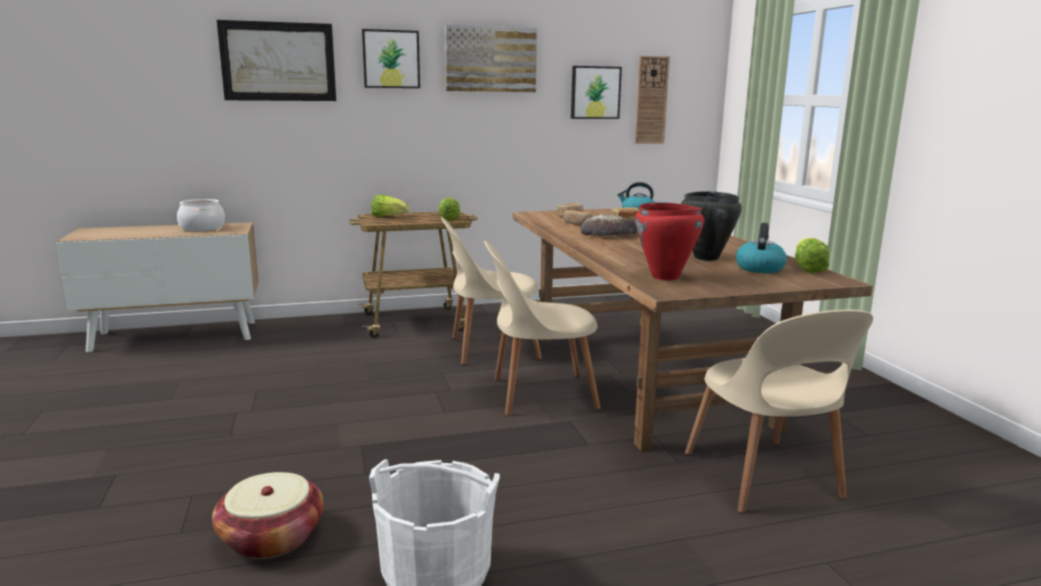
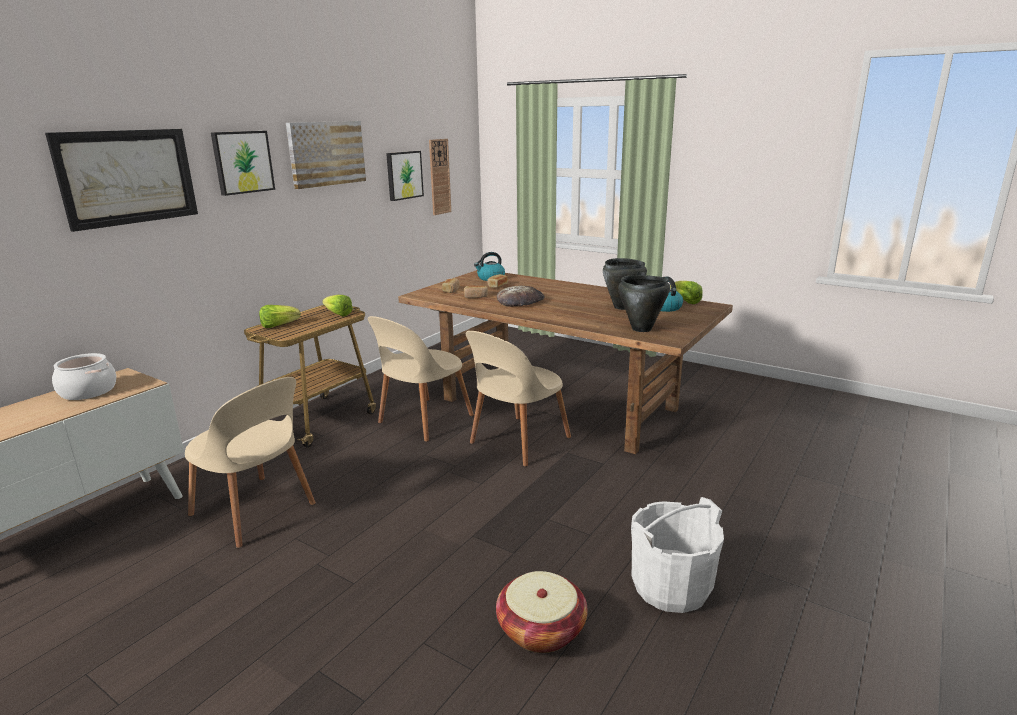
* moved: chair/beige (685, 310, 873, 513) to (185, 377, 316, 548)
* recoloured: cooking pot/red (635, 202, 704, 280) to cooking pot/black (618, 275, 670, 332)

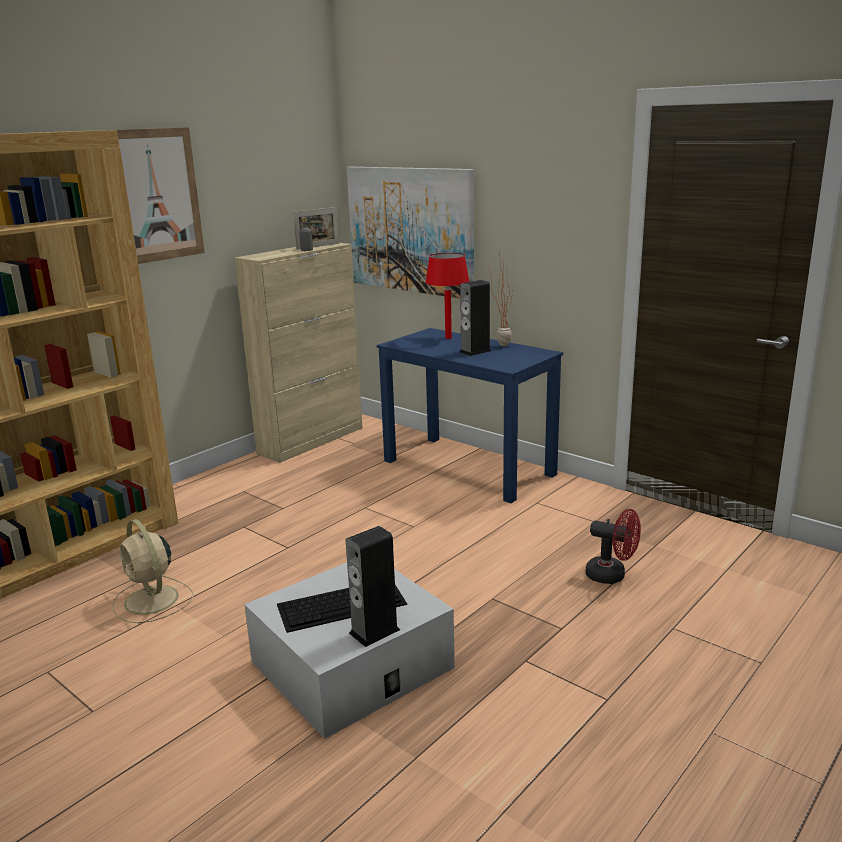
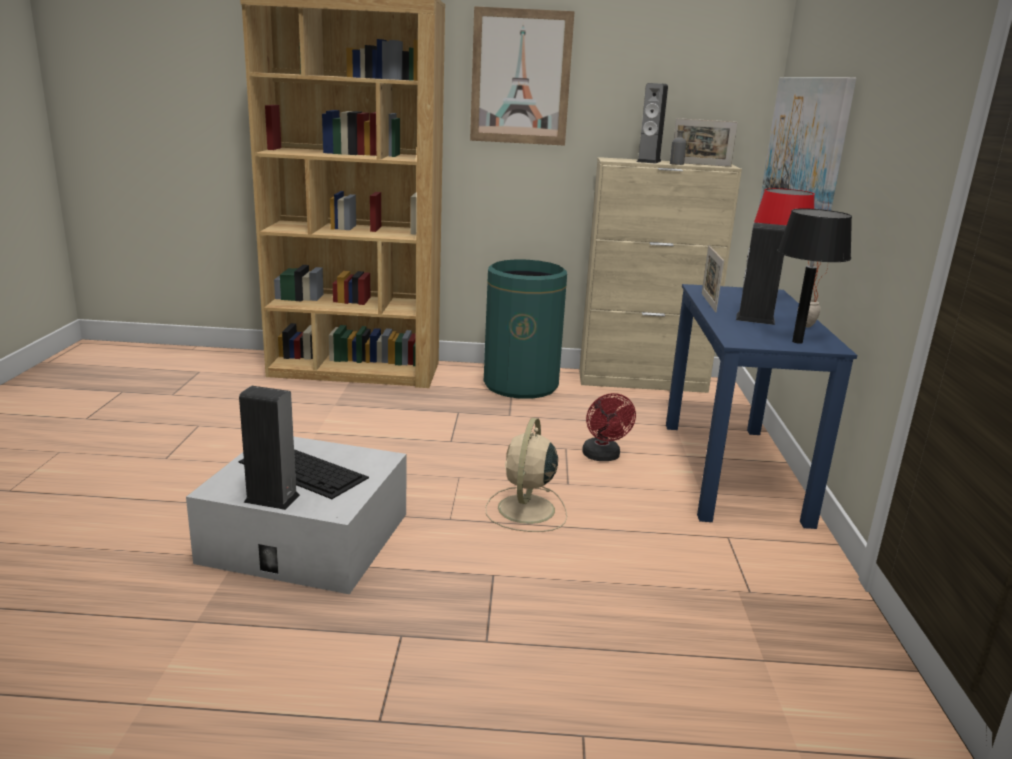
* added: trash can/green (484, 259, 567, 399)
* added: speaker (637, 83, 668, 164)
* added: picture frame (702, 246, 724, 312)
* added: table lamp/black (777, 209, 852, 344)
* moved: fan/beige (113, 519, 194, 623) to (486, 418, 567, 532)
* moved: fan/red (585, 509, 641, 584) to (582, 393, 636, 461)

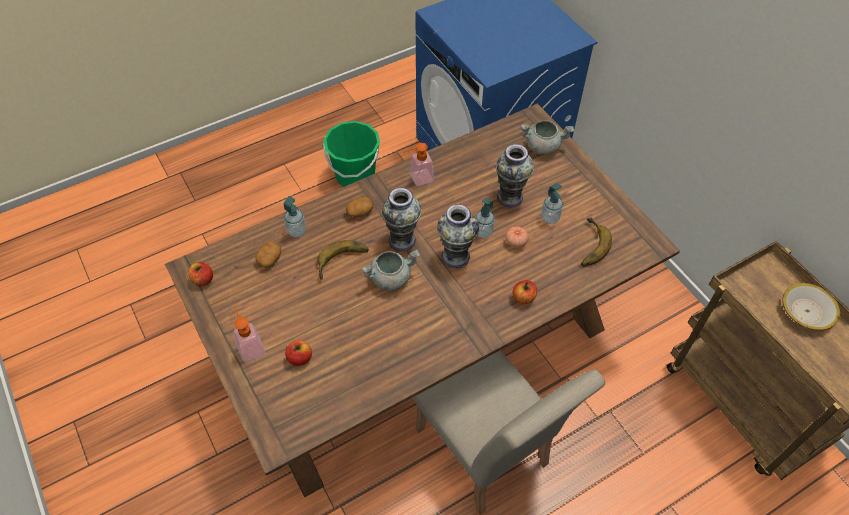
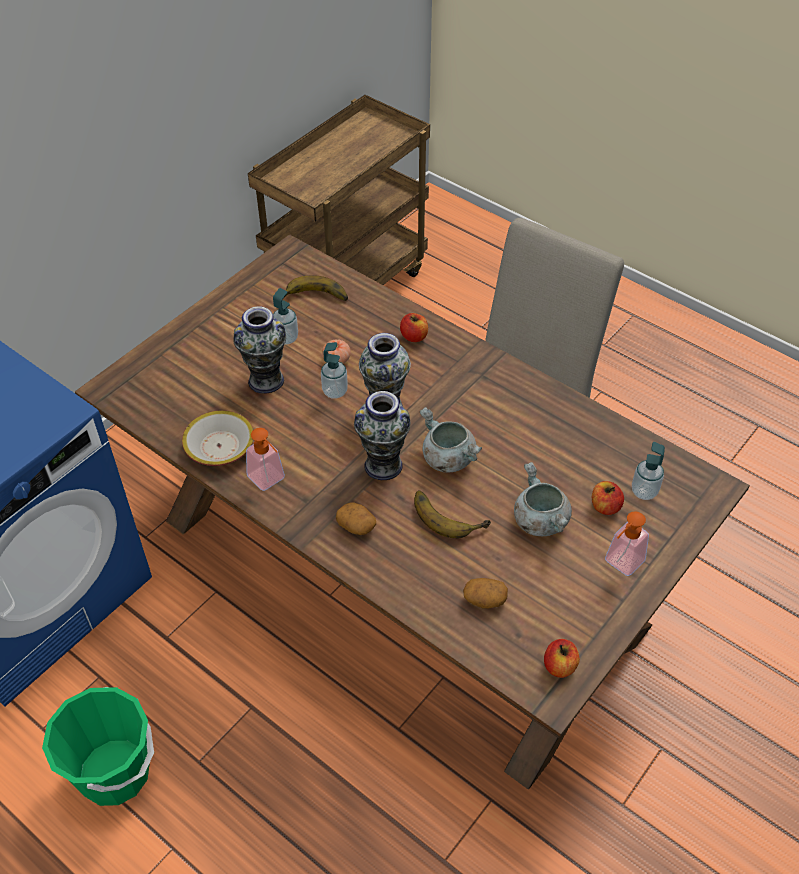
* moved: soap dispenser (284, 196, 306, 237) to (632, 442, 665, 500)
* moved: cooking pot/grey (521, 120, 574, 155) to (514, 462, 572, 536)
* moved: bowl (782, 283, 840, 331) to (182, 410, 254, 466)

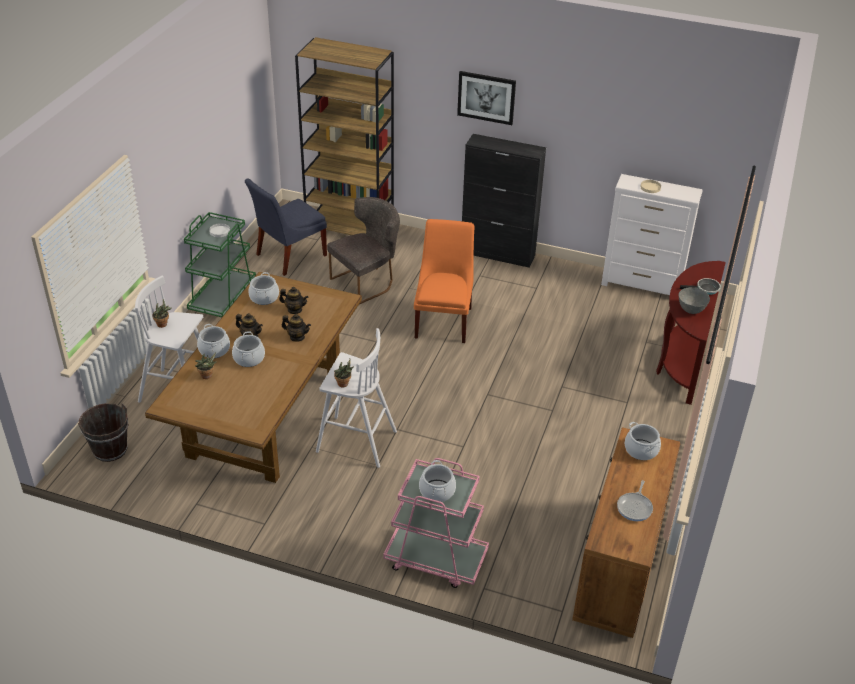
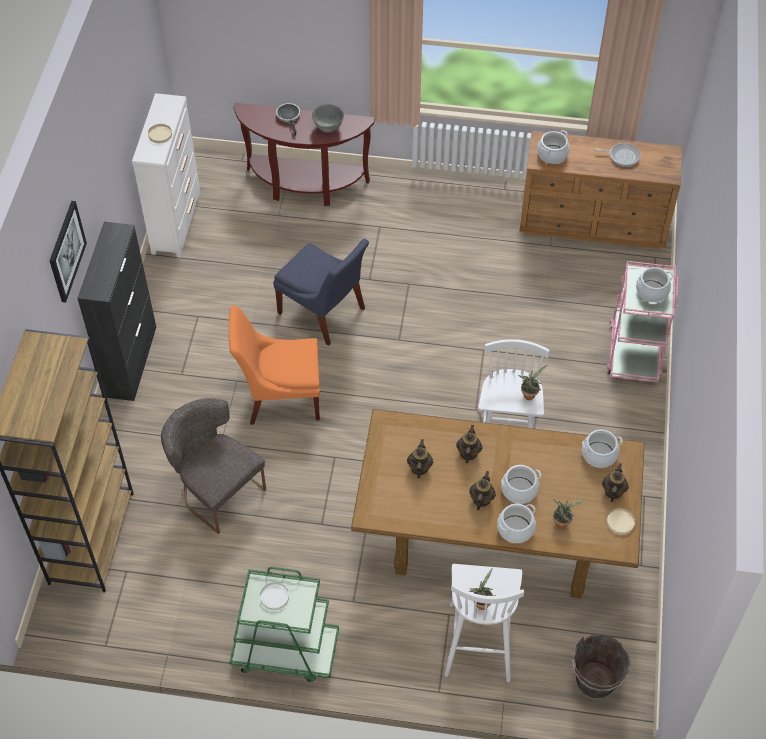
* added: teapot (602, 463, 629, 502)
* added: plate/beige (607, 508, 635, 535)
* moved: chair/blue (245, 178, 327, 276) to (273, 239, 369, 346)
* moved: cooking pot (248, 272, 279, 305) to (582, 429, 623, 468)

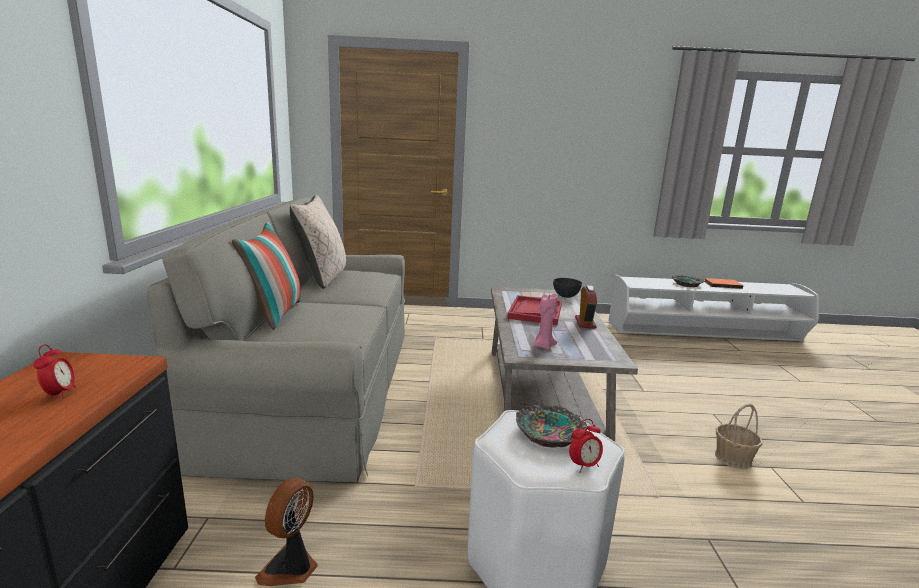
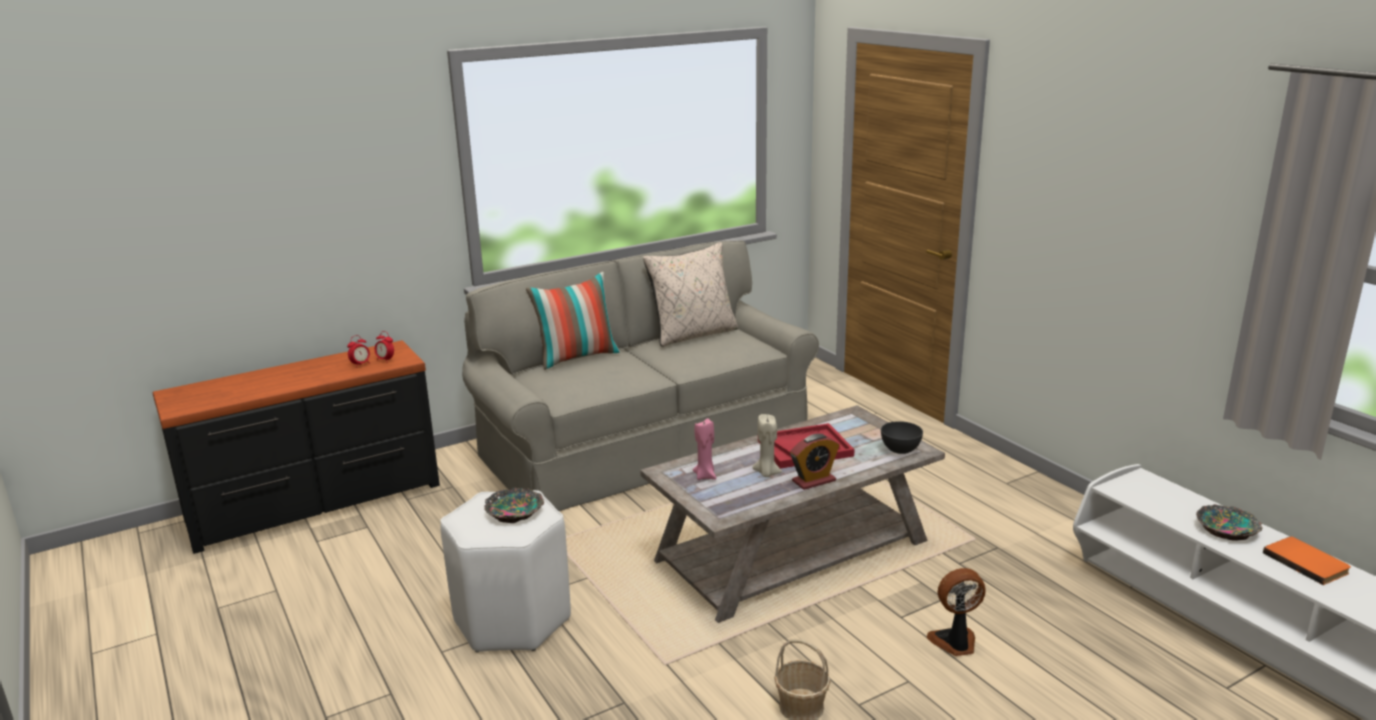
* added: candle/beige (752, 414, 782, 477)
* moved: fan (255, 478, 318, 586) to (927, 568, 986, 656)
* moved: alarm clock (569, 419, 603, 473) to (375, 331, 394, 363)

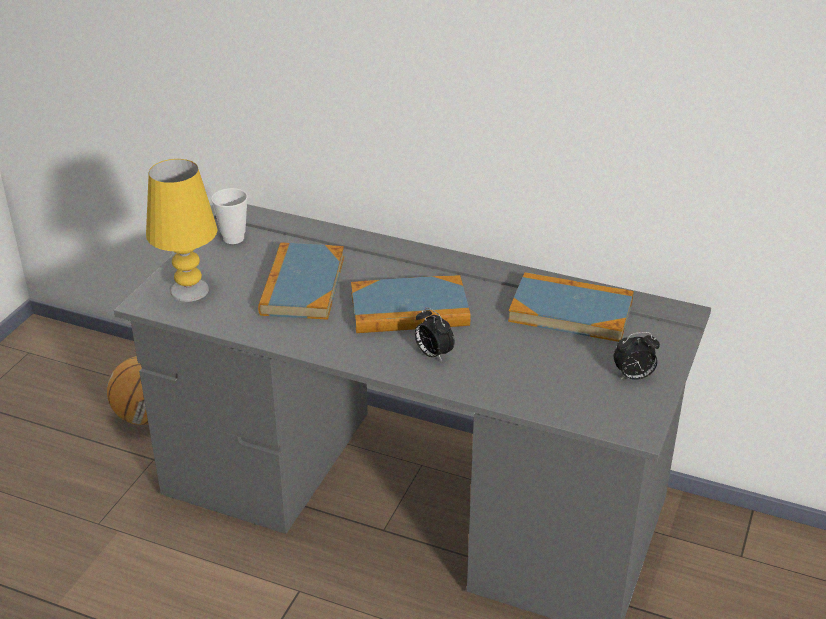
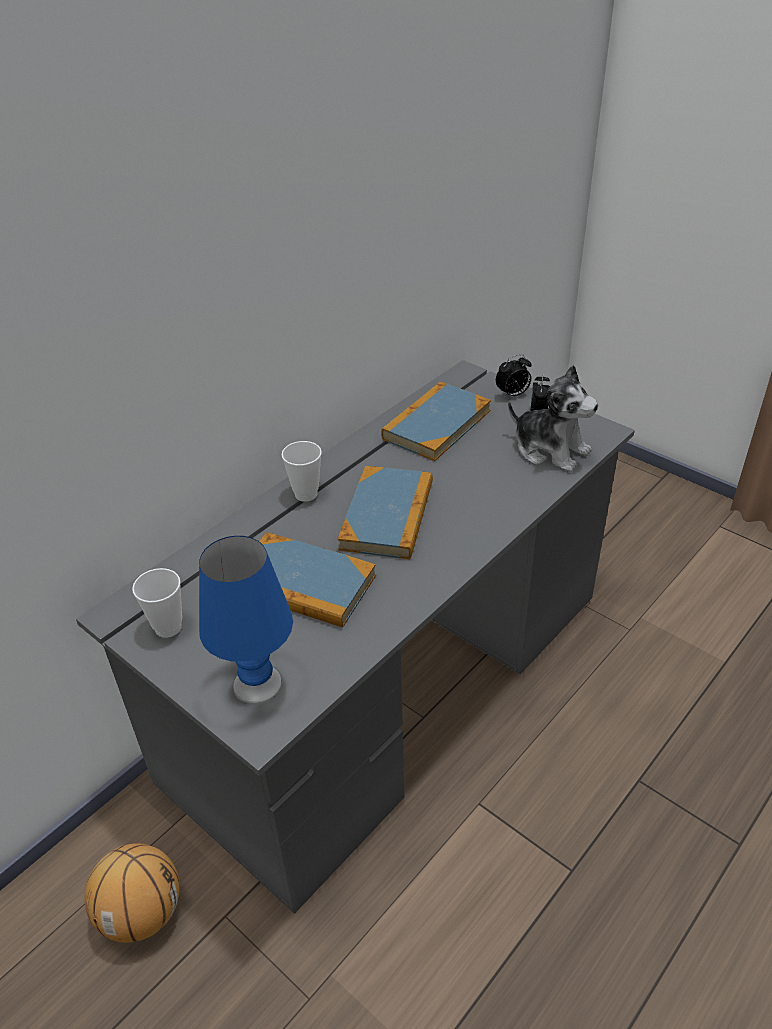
* added: cup (282, 441, 322, 502)
* added: plush toy (508, 365, 598, 472)
* moved: alarm clock (414, 307, 455, 362) to (496, 354, 532, 398)
* recoloured: table lamp/yellow (146, 159, 218, 302) to table lamp/blue (199, 536, 293, 705)

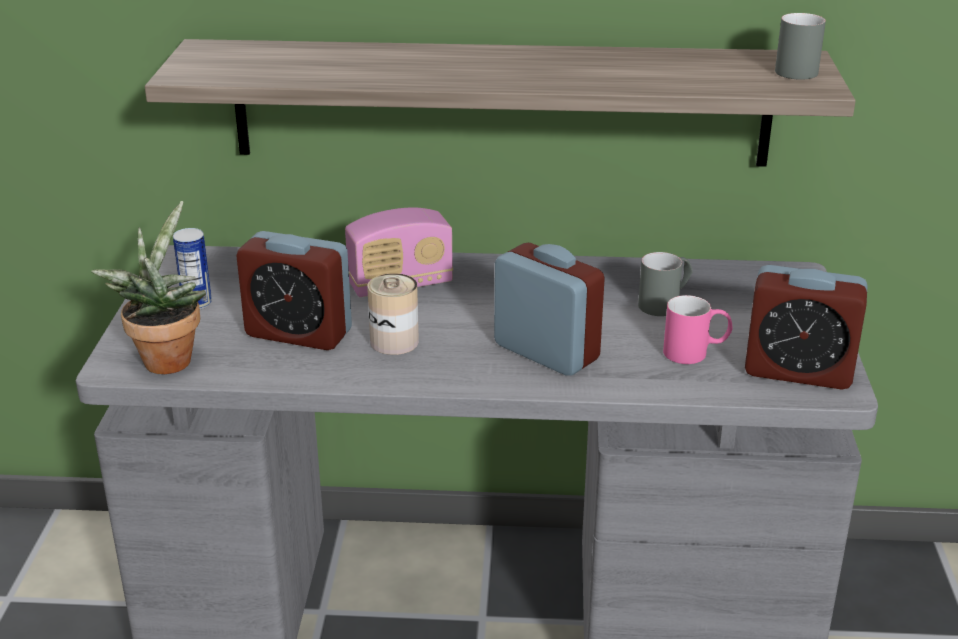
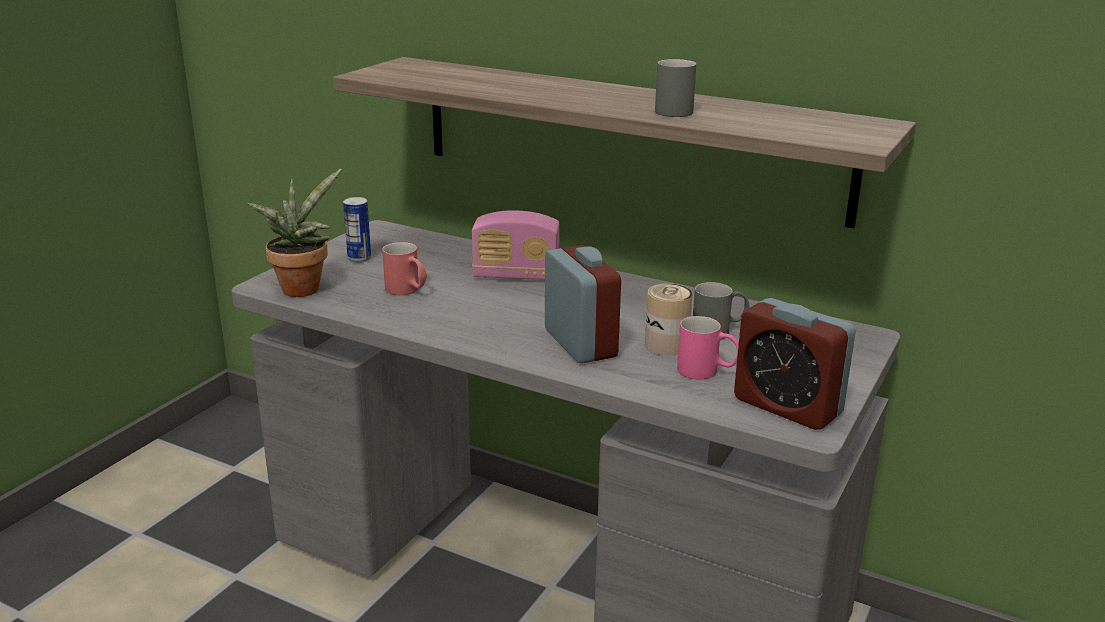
* moved: can (367, 273, 419, 355) to (645, 283, 693, 356)
* moved: mug/grey (775, 13, 826, 80) to (655, 59, 697, 117)
* replaced: alarm clock (236, 231, 352, 350) to mug/red (382, 242, 427, 295)

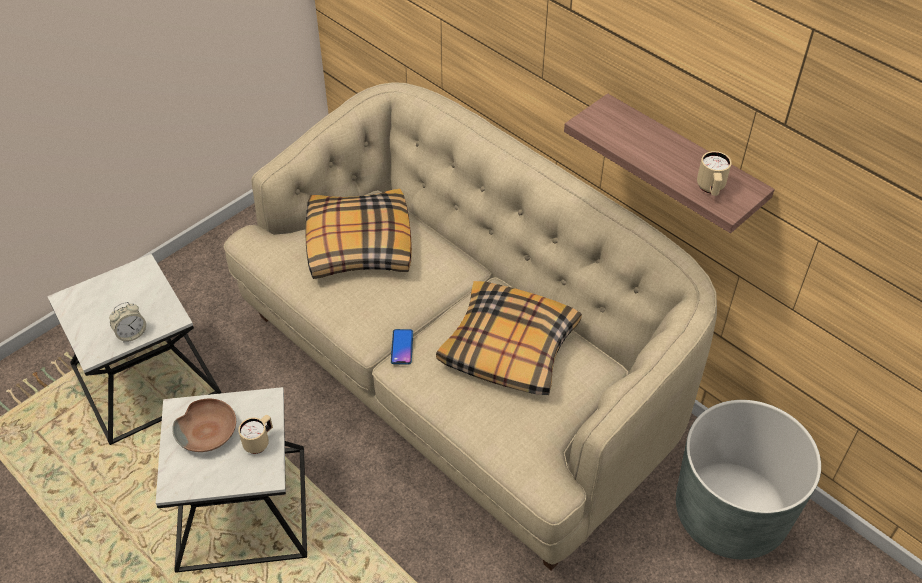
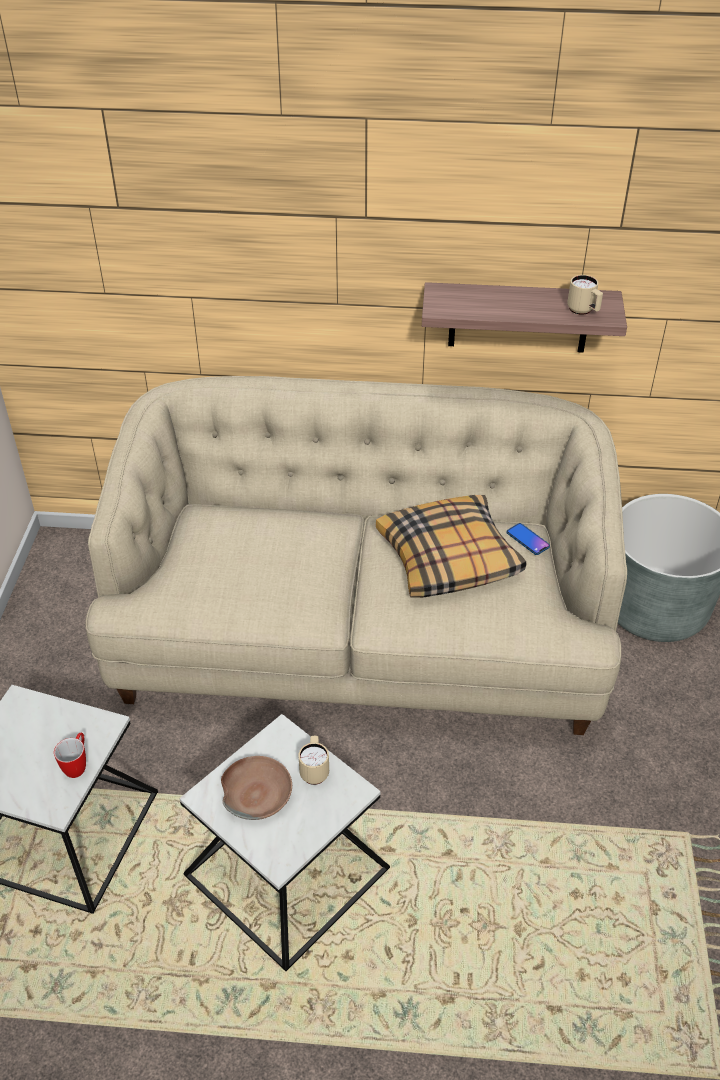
* removed: pillow (305, 189, 412, 279)
* moved: phone (391, 329, 413, 364) to (507, 523, 550, 555)
* replaced: alarm clock (109, 302, 146, 343) to mug (54, 733, 86, 778)

